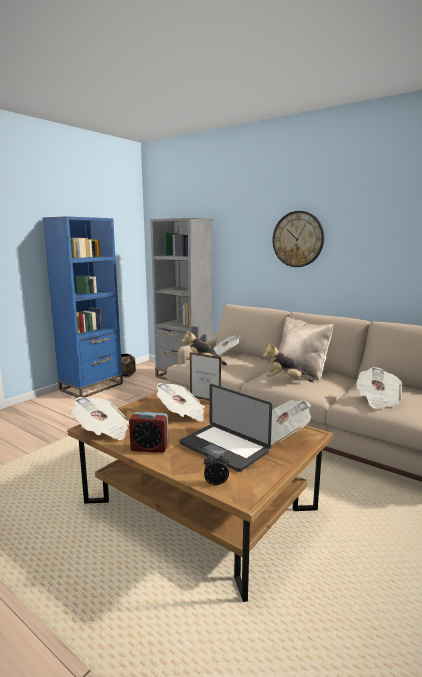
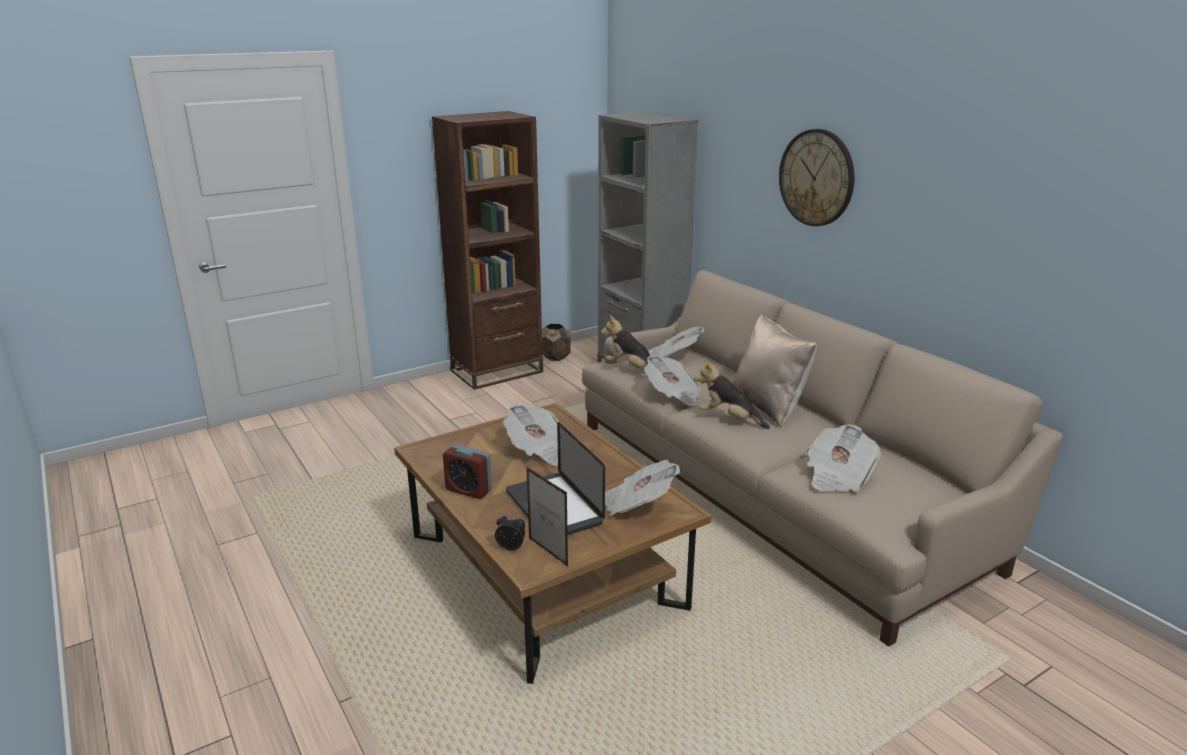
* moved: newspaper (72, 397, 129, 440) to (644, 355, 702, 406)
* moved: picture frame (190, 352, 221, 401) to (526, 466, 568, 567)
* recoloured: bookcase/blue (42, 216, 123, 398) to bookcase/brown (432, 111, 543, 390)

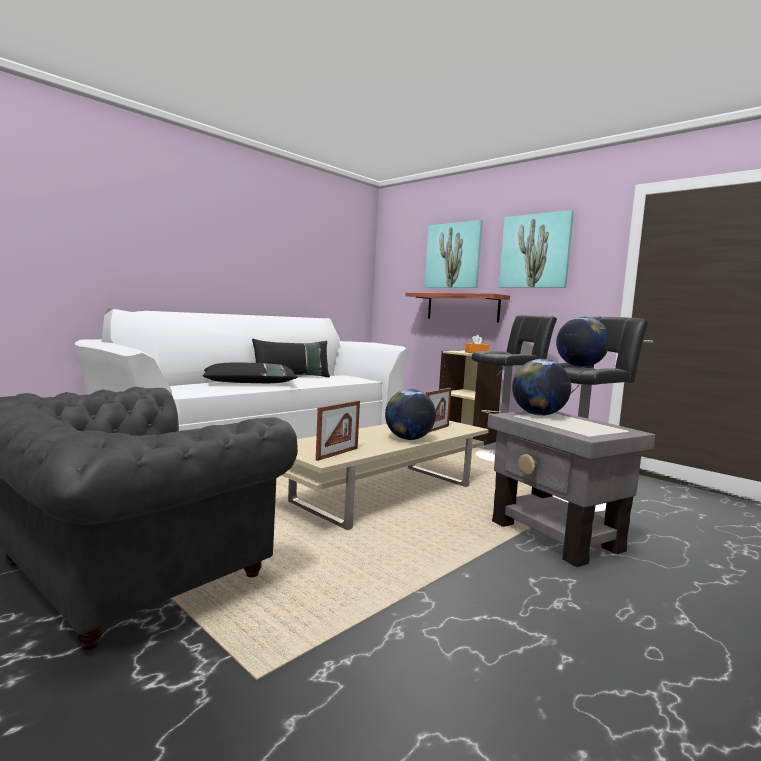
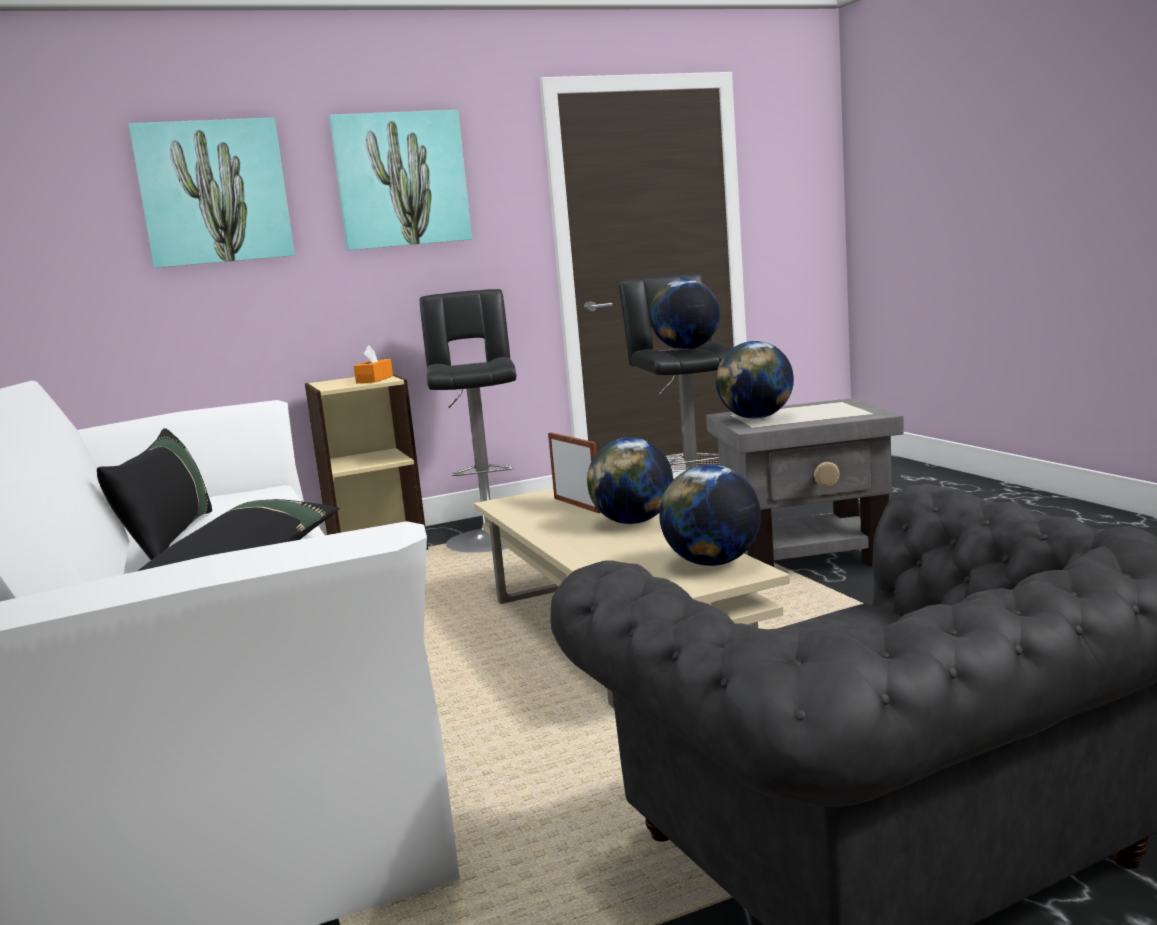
* removed: shelf (405, 293, 510, 322)
* replaced: picture frame (316, 400, 360, 461) to globe (659, 464, 761, 566)

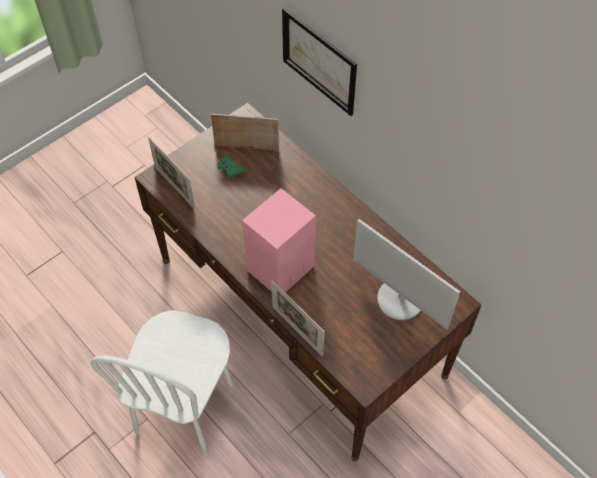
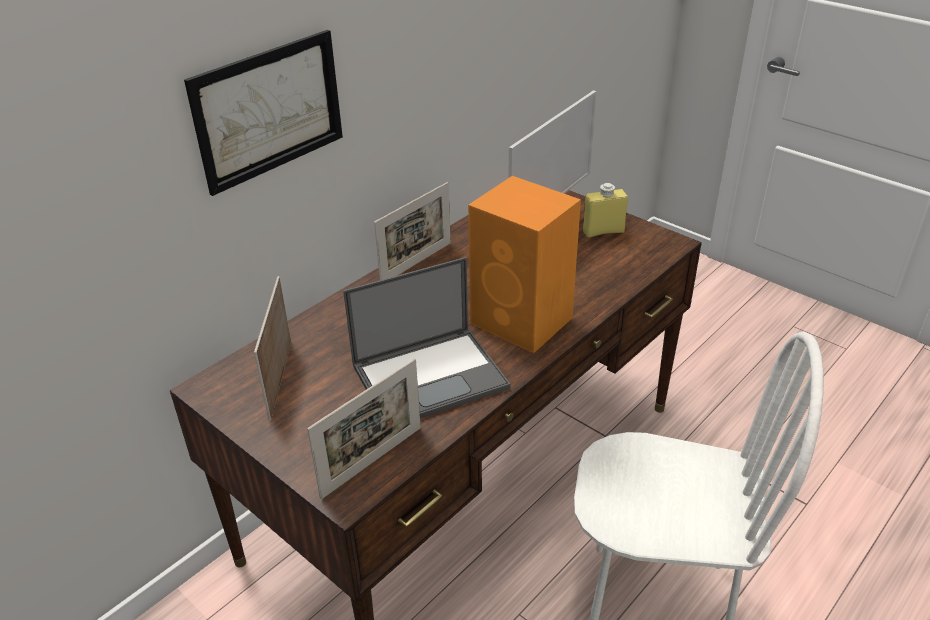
* removed: game controller/green (217, 154, 248, 179)
* added: laptop (343, 257, 510, 419)
* added: bottle/yellow (583, 183, 628, 238)
* moved: picture frame (271, 280, 325, 357) to (374, 182, 451, 280)
* recoloured: speaker/pink (242, 188, 316, 292) to speaker/orange (468, 176, 581, 353)

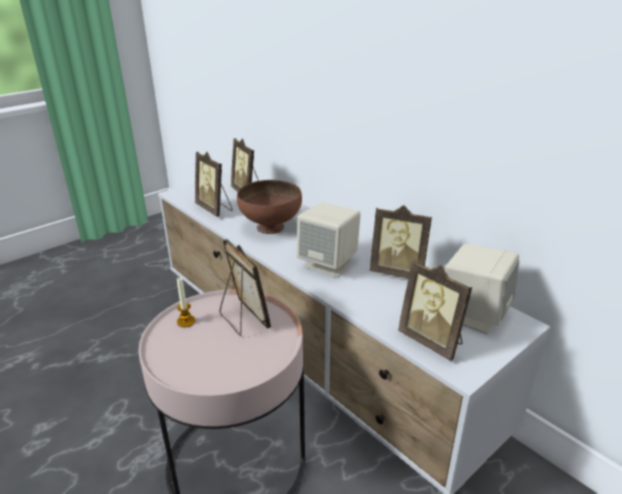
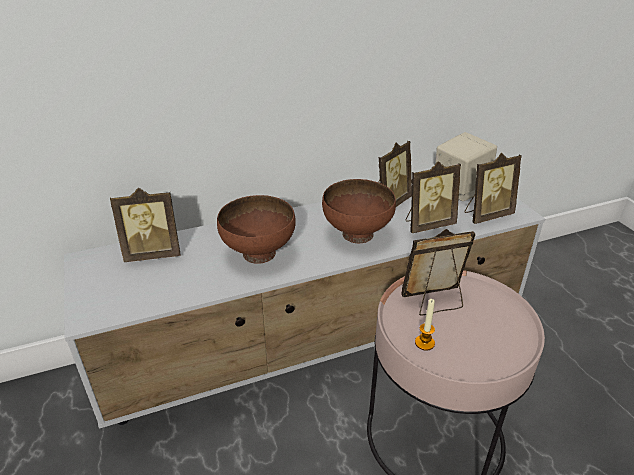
* moved: picture frame (195, 152, 233, 217) to (405, 161, 461, 233)
* replaced: speaker/beige (296, 202, 361, 277) to bowl/brown (322, 179, 396, 243)

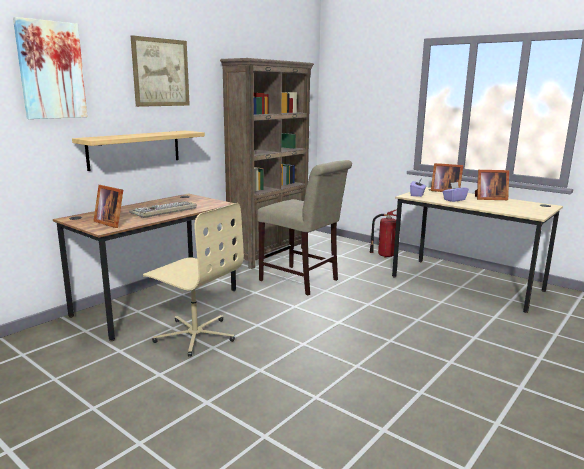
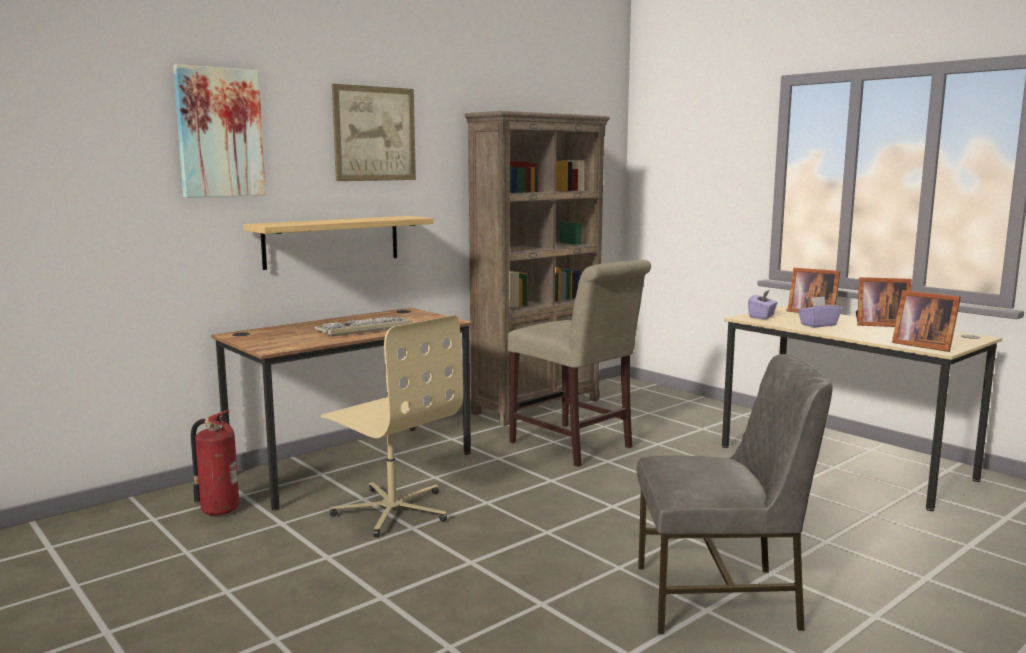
* added: chair/grey (636, 354, 833, 634)
* moved: picture frame (94, 185, 123, 228) to (892, 290, 961, 352)
* moved: fire extinguisher (370, 209, 397, 257) to (191, 410, 239, 516)

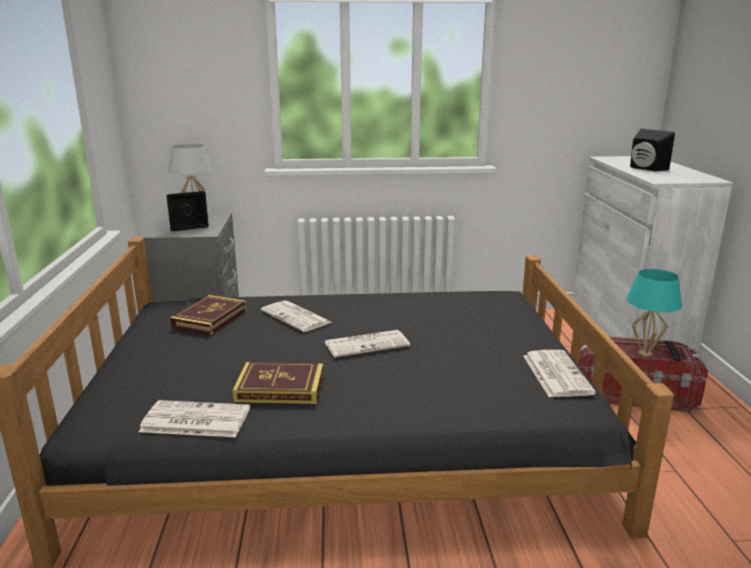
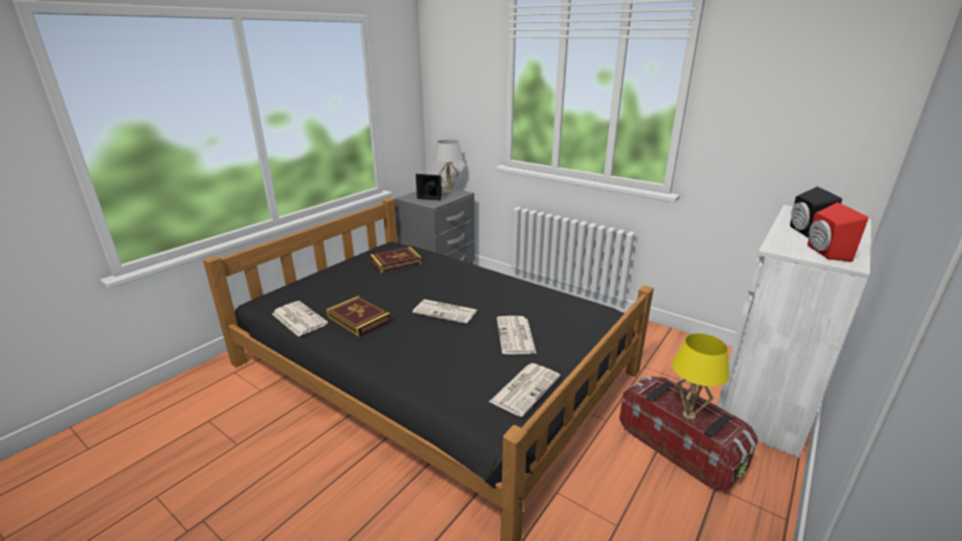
* added: speaker/red (807, 202, 868, 262)
* moved: newspaper (261, 301, 332, 332) to (497, 316, 536, 354)
* recoloured: table lamp/turquoise (626, 269, 682, 357) to table lamp/yellow (672, 333, 729, 420)

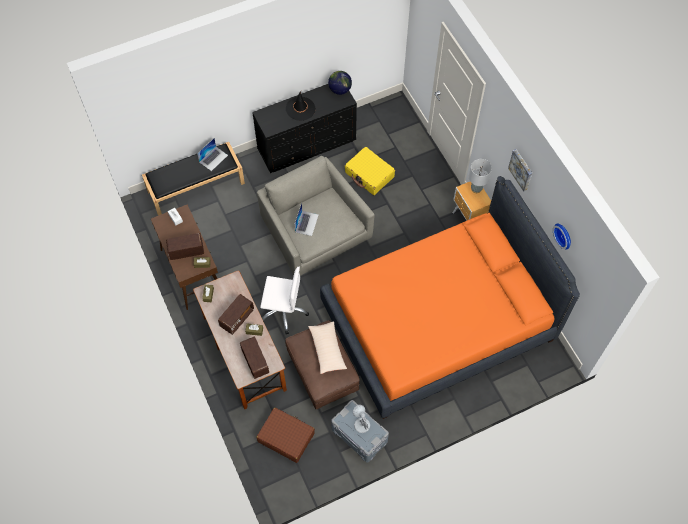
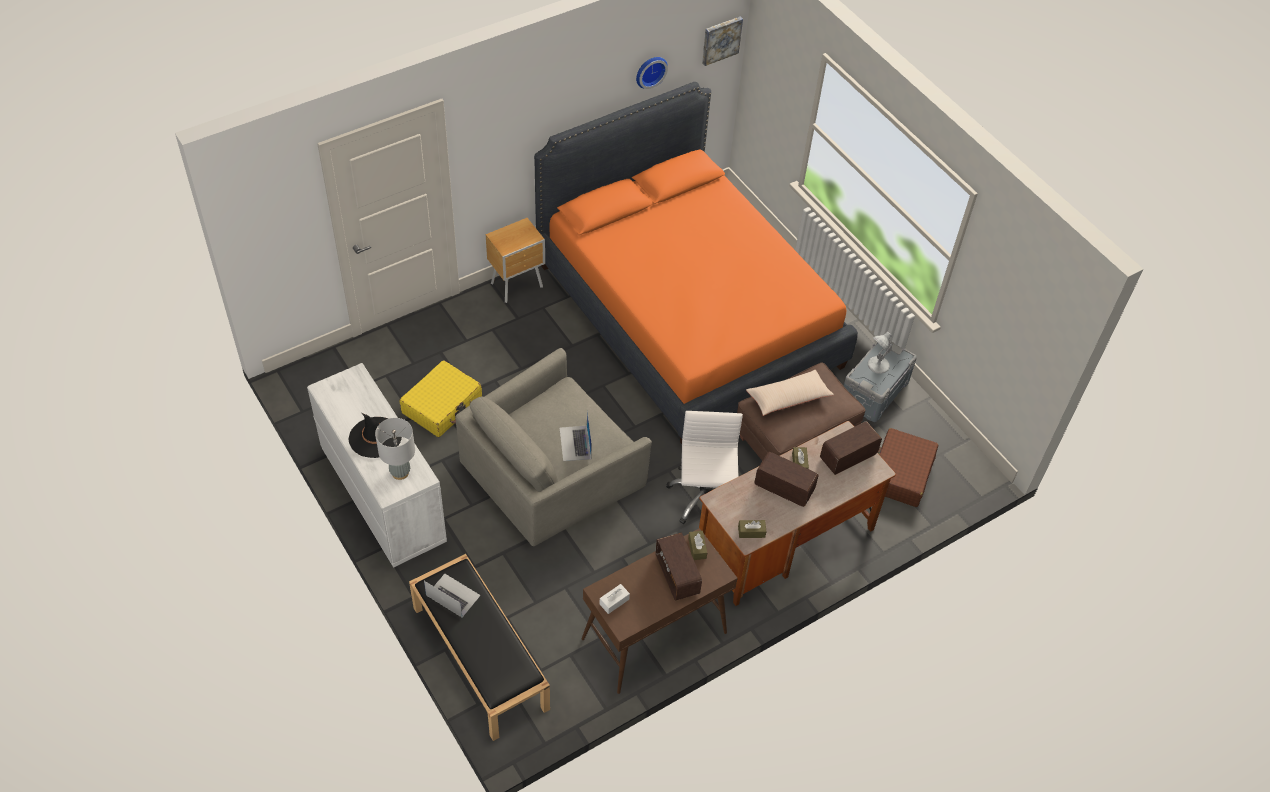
* removed: globe (328, 71, 352, 95)
* moved: table lamp/grey (469, 159, 492, 193) to (375, 418, 415, 480)
* moved: picture (508, 149, 532, 191) to (702, 17, 743, 66)
* recoloured: dresser/black (252, 84, 357, 173) to dresser/white (307, 363, 447, 568)
* turned: laptop (295, 203, 318, 236) = (560, 410, 592, 461) 105 degrees counterclockwise

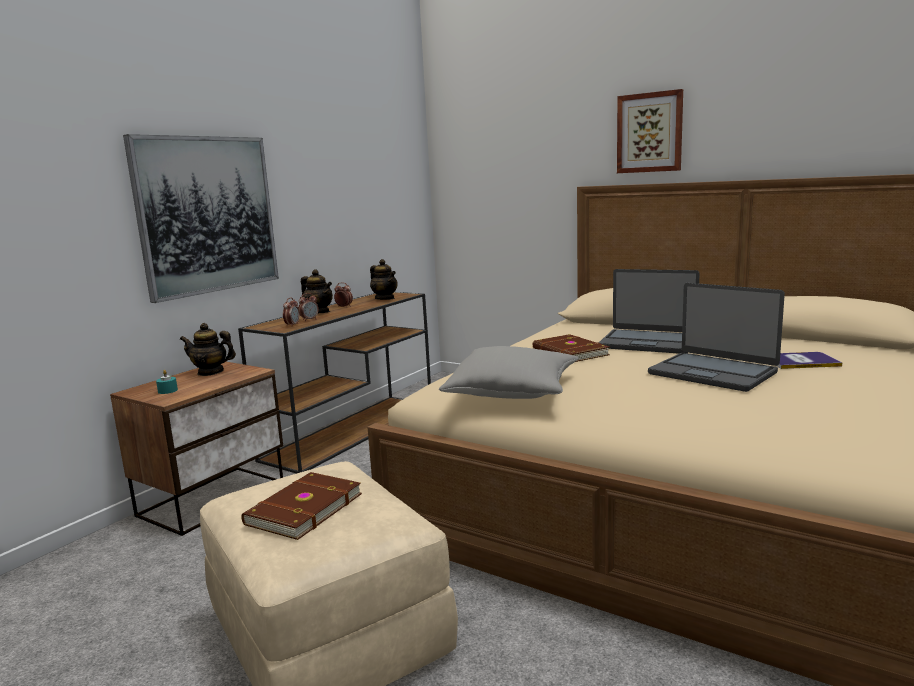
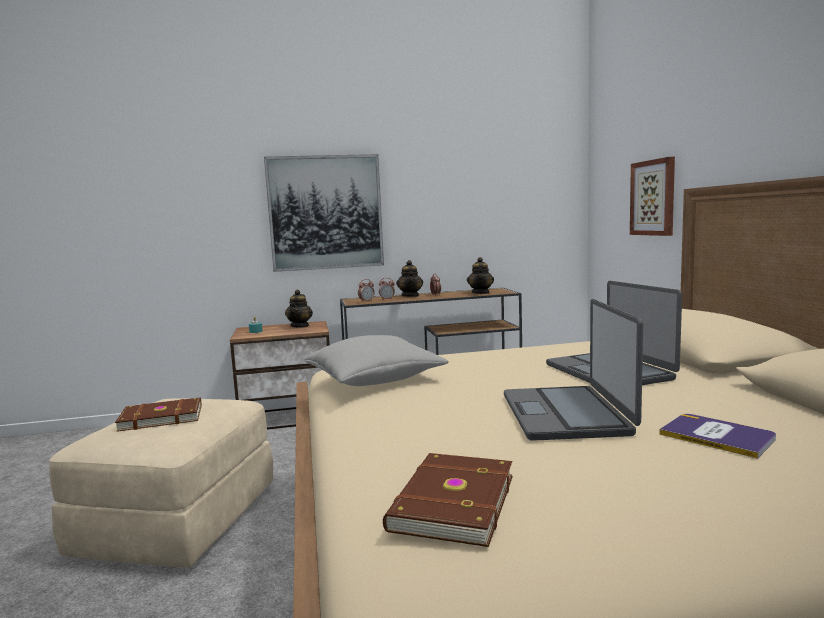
* moved: book/brown (533, 334, 610, 362) to (383, 453, 513, 547)
* moved: picture (617, 89, 683, 173) to (630, 157, 675, 236)
* turned: teapot (180, 323, 236, 376) = (285, 290, 313, 328) 135 degrees counterclockwise

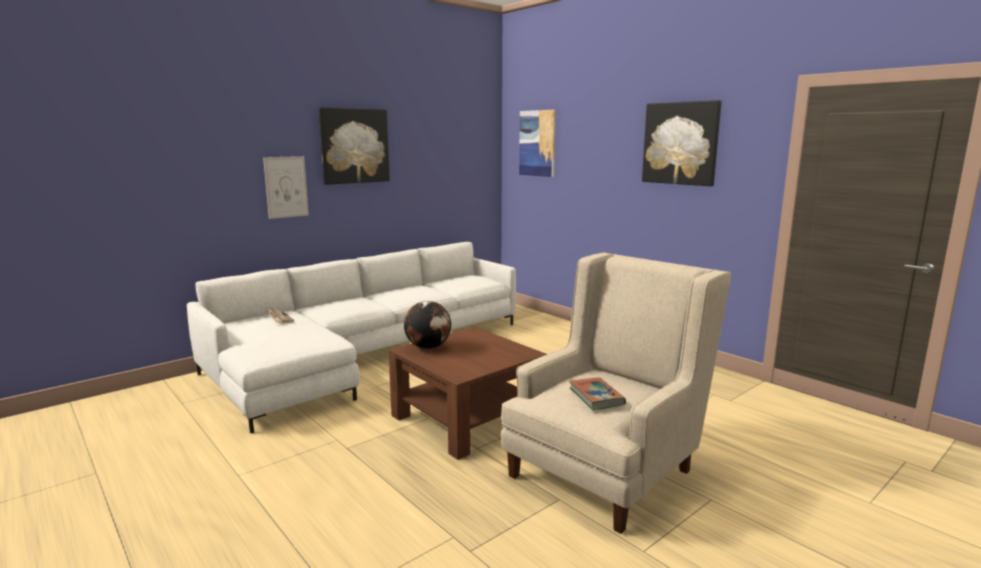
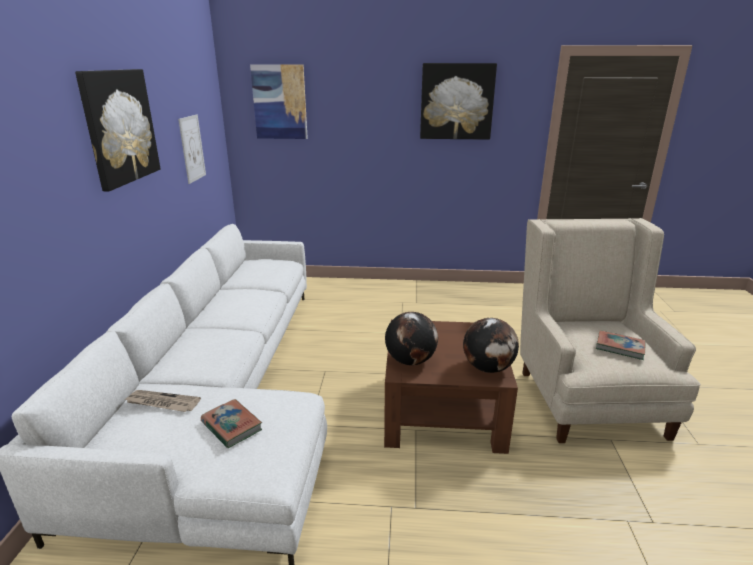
* added: book (201, 399, 262, 448)
* added: globe (463, 318, 519, 373)
* moved: picture (263, 156, 309, 219) to (178, 114, 206, 184)

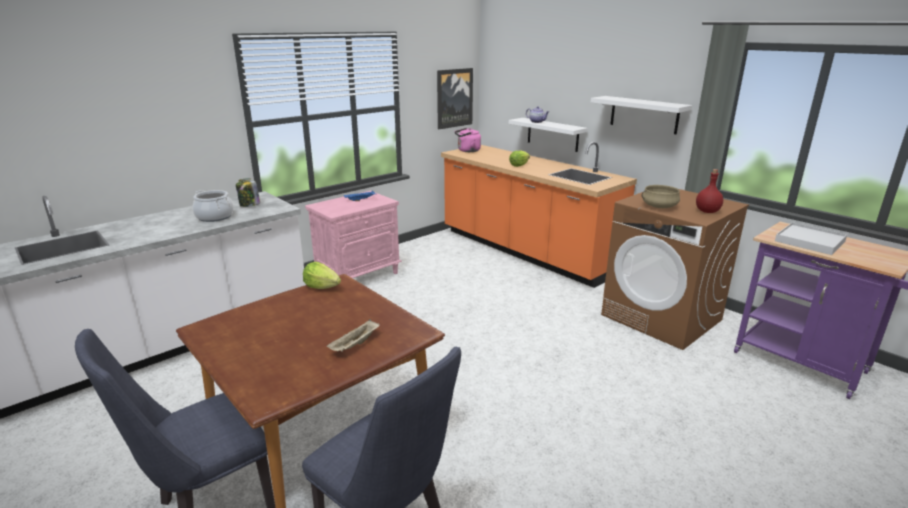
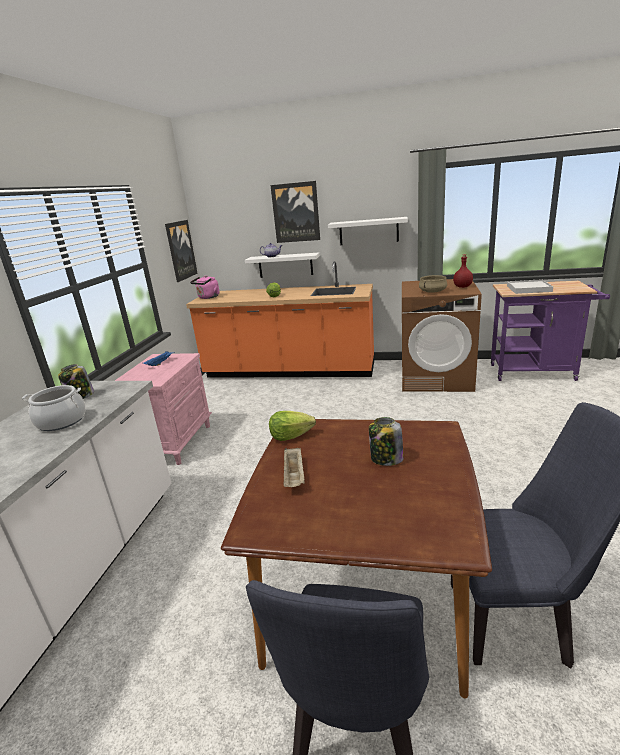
* added: picture (271, 181, 320, 243)
* added: jar (369, 417, 404, 466)
* moved: tray/beige (327, 319, 380, 352) to (284, 447, 305, 487)

